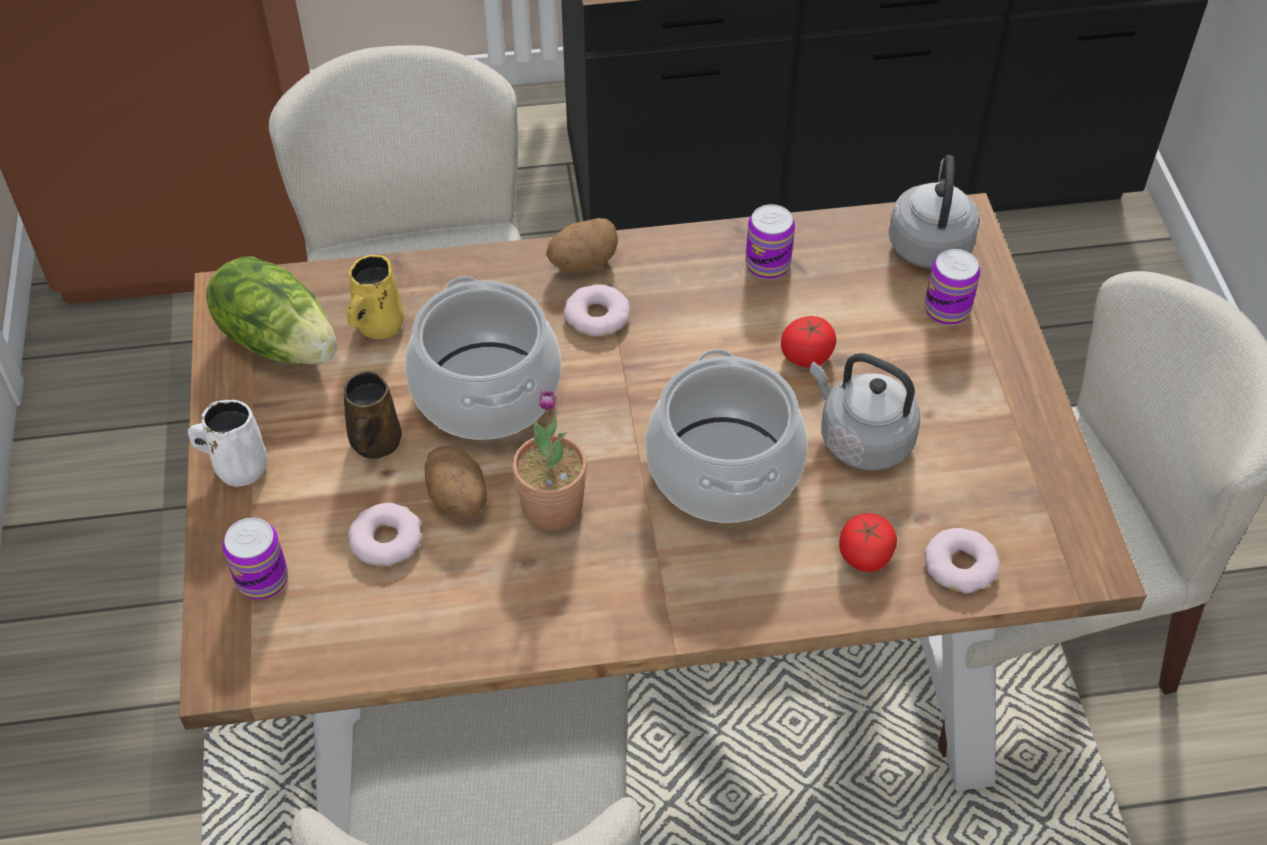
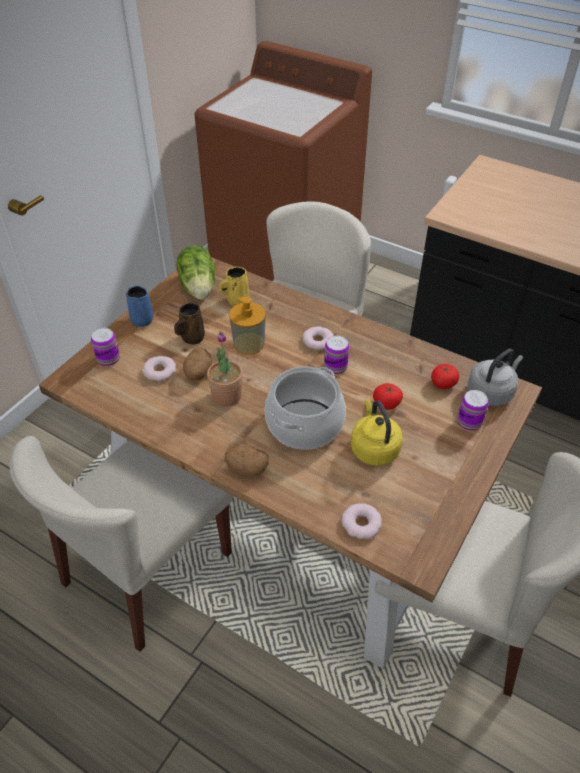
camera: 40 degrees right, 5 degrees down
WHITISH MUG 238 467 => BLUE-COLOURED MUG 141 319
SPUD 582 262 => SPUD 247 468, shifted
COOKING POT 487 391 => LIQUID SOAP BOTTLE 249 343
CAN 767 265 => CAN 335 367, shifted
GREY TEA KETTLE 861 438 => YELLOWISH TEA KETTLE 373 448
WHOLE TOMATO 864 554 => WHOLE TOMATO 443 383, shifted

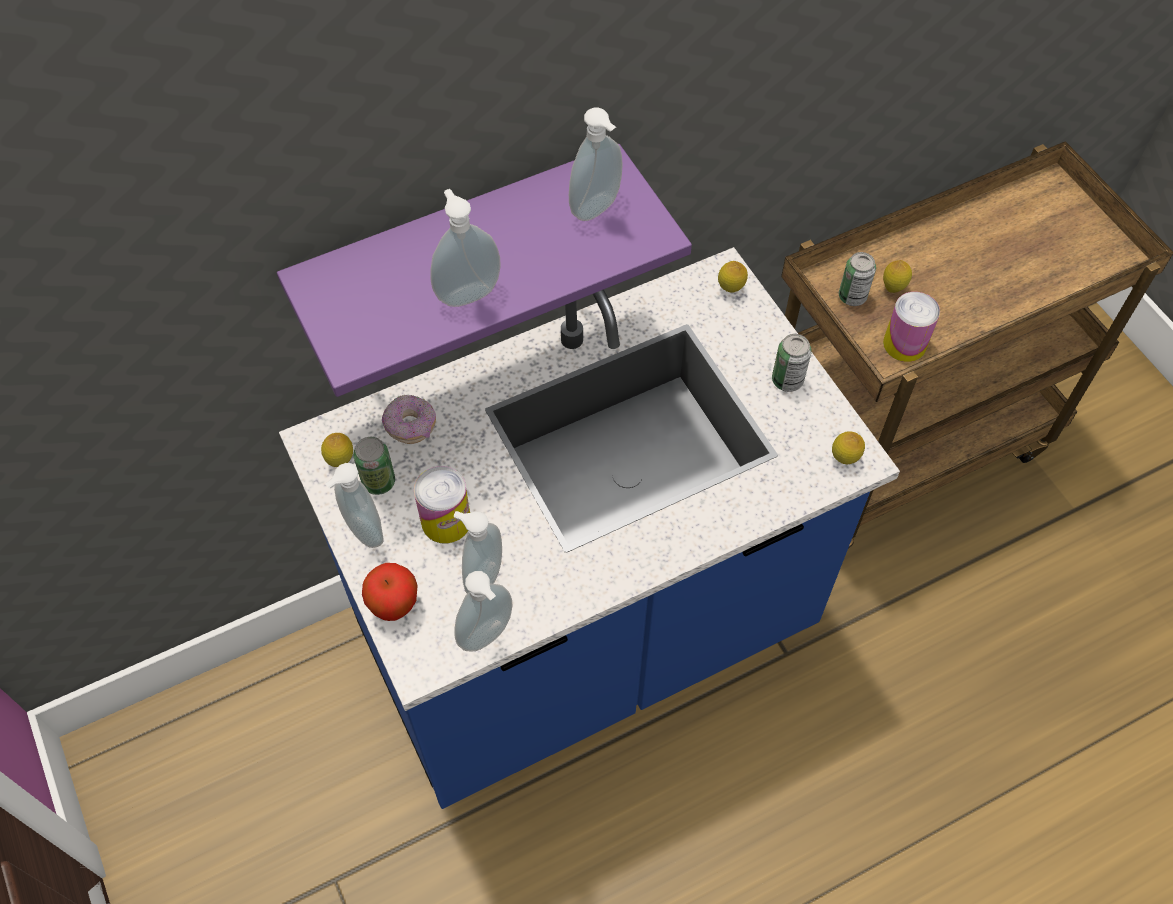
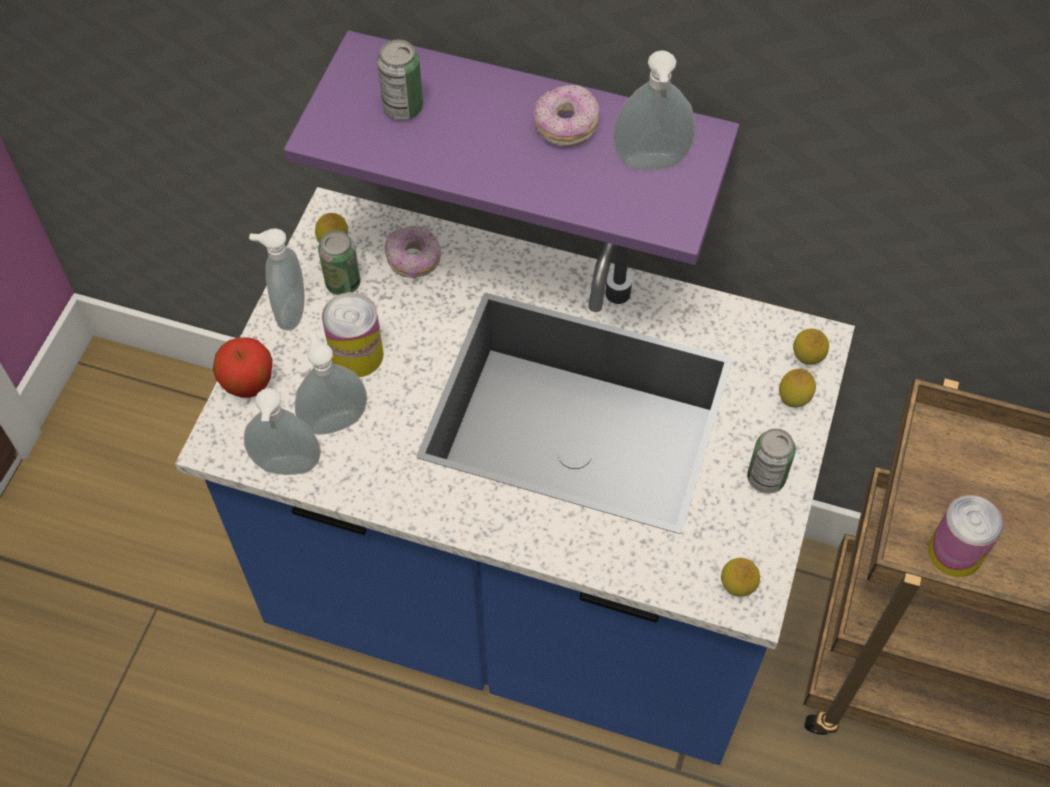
camera: 45 degrees right, 0 degrees up
CAN 852 296 => CAN 403 107, shifted
nothing => DONUT 565 126
CITRUS FRUIT 893 288 => CITRUS FRUIT 793 401, shifted
LIQUID SOAP BOTTLE 467 293 => nothing

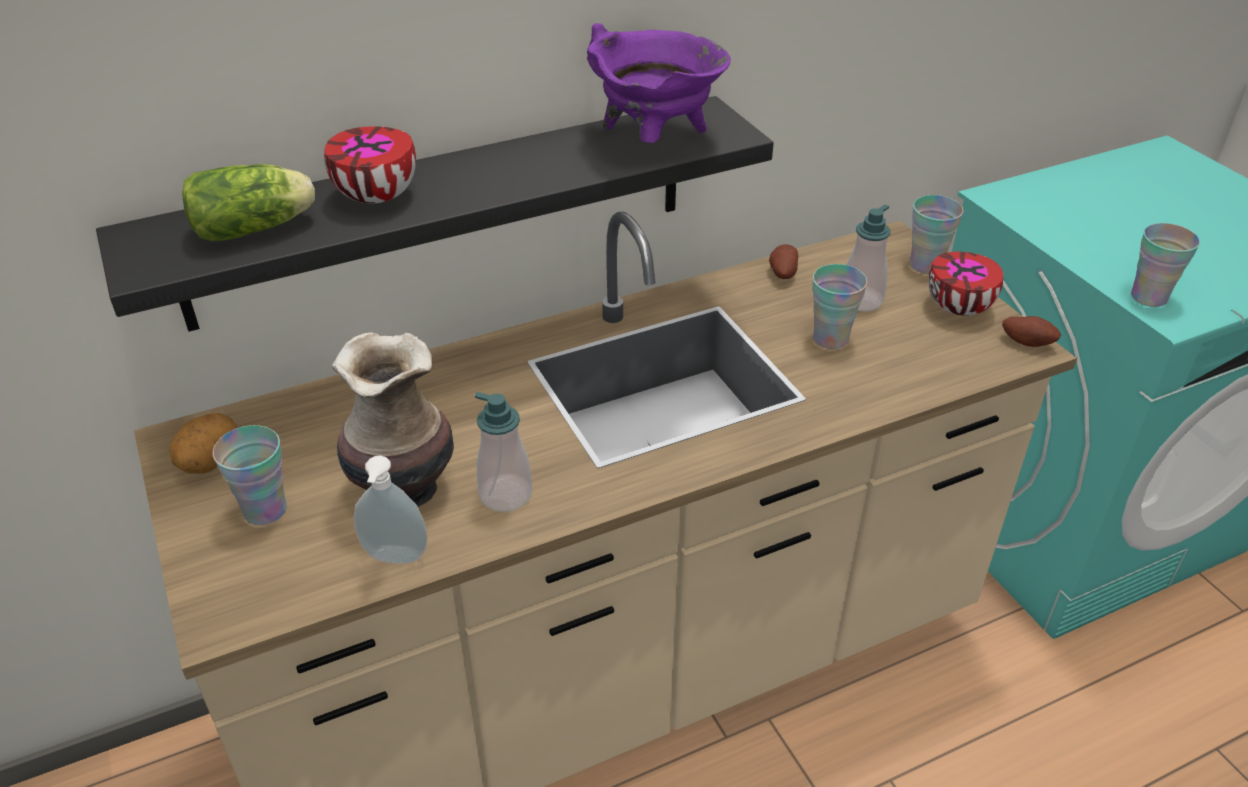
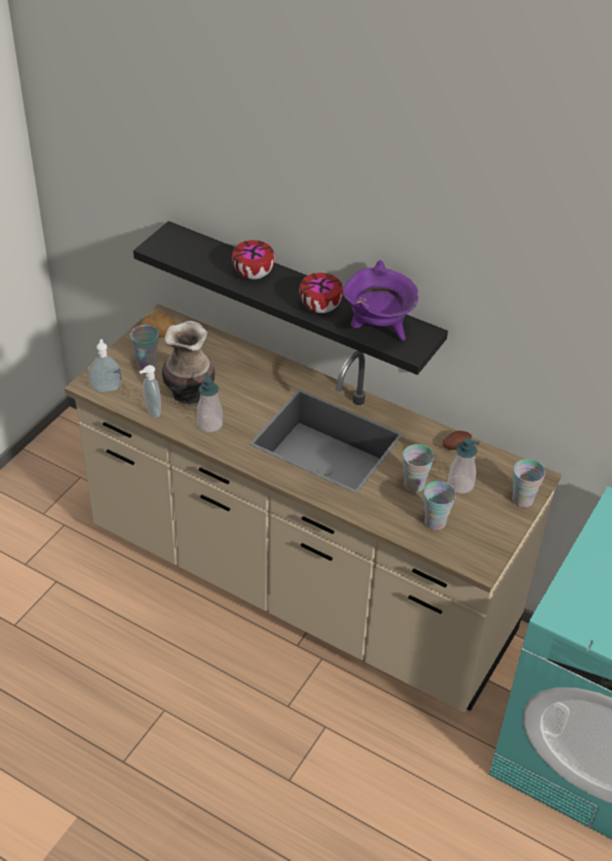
camera: 55 degrees right, 5 degrees up
nothing => LIQUID SOAP BOTTLE 106 387
SERVING BOWL 960 309 => SERVING BOWL 320 308, shifted
CUP 1148 297 => CUP 435 522, shifted
LETTUCE 257 228 => nothing
SPUD 1027 342 => nothing

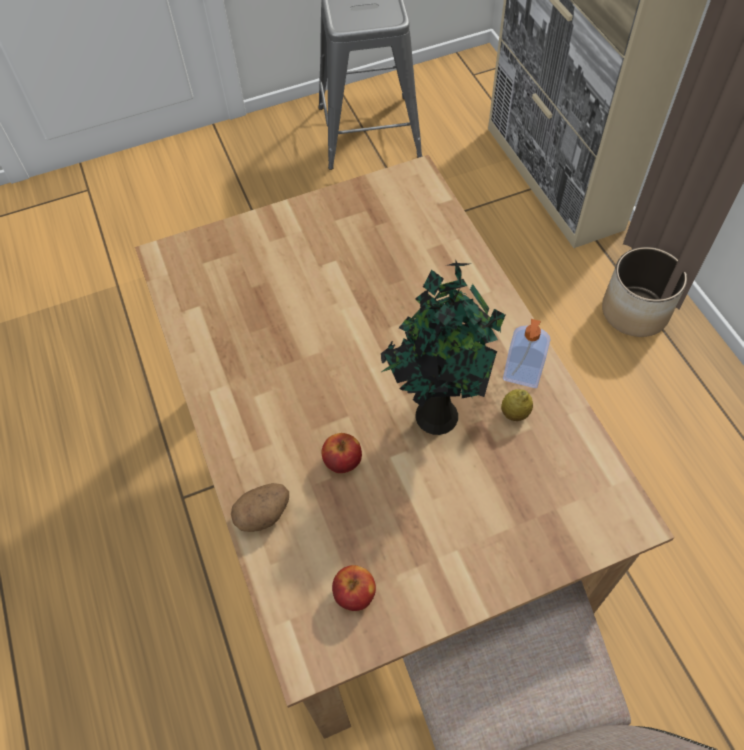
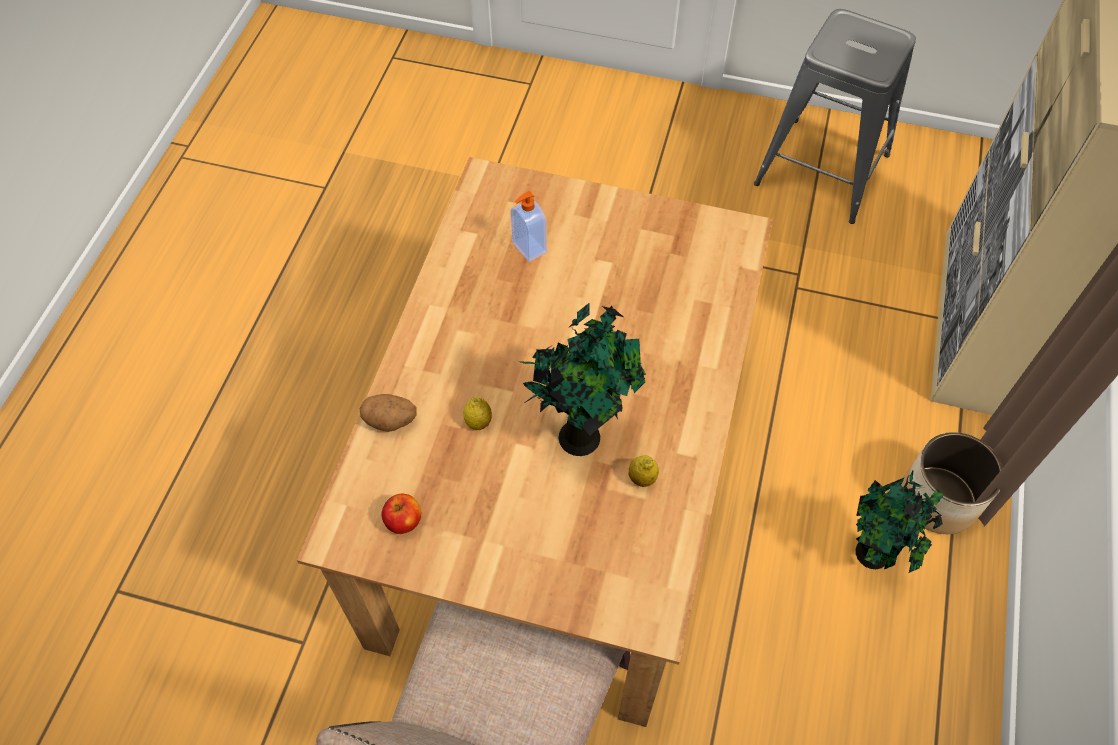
camera: 35 degrees right, 0 degrees up
APPLE FRUIT 342 461 => CITRUS FRUIT 478 422
LIQUID SOAP BOTTLE 521 376 => LIQUID SOAP BOTTLE 528 248, shifted
nothing => HOUSEPLANT 873 556

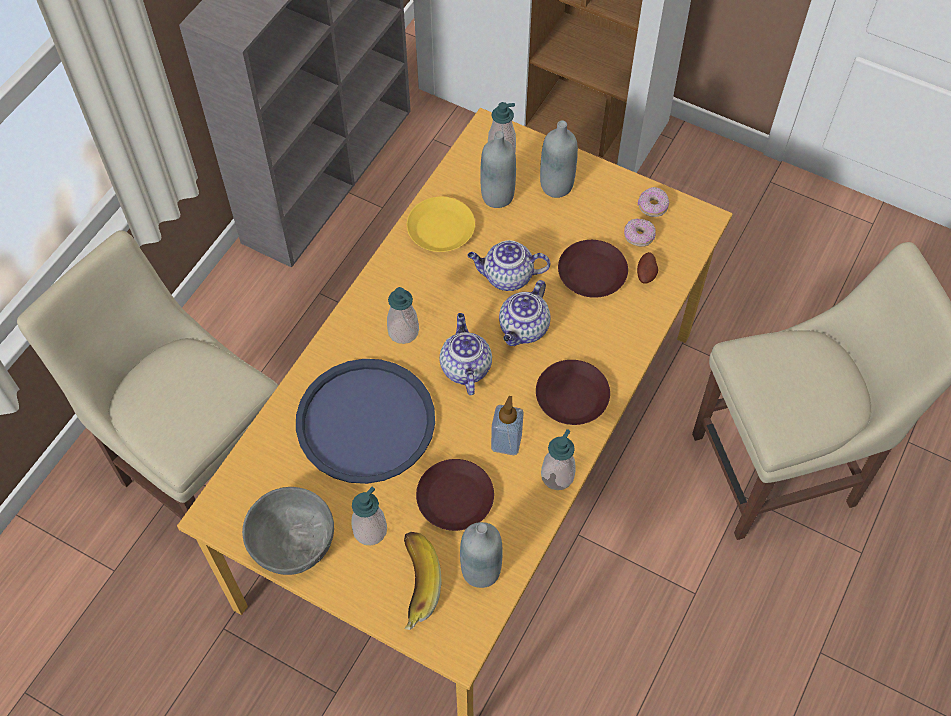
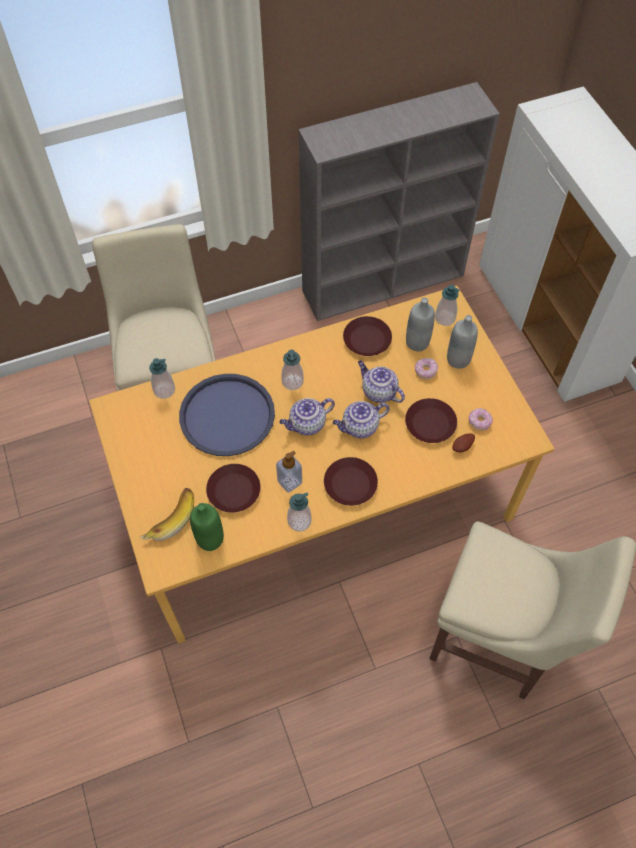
camera: 40 degrees right, 0 degrees up
LIQUID SOAP BOTTLE 370 530 => LIQUID SOAP BOTTLE 164 390, shifted
GREY DRINK BOTTLE 481 571 => GREEN DRINK BOTTLE 210 539
TEA POT 465 367 => TEA POT 307 424, 150 degrees counterclockwise
YELLOWISH PLATE 441 229 => BROWN-COLOURED PLATE 367 340
DONUT 652 207 => DONUT 425 371, shifted
GREY SERVING BOWL 292 541 => nothing

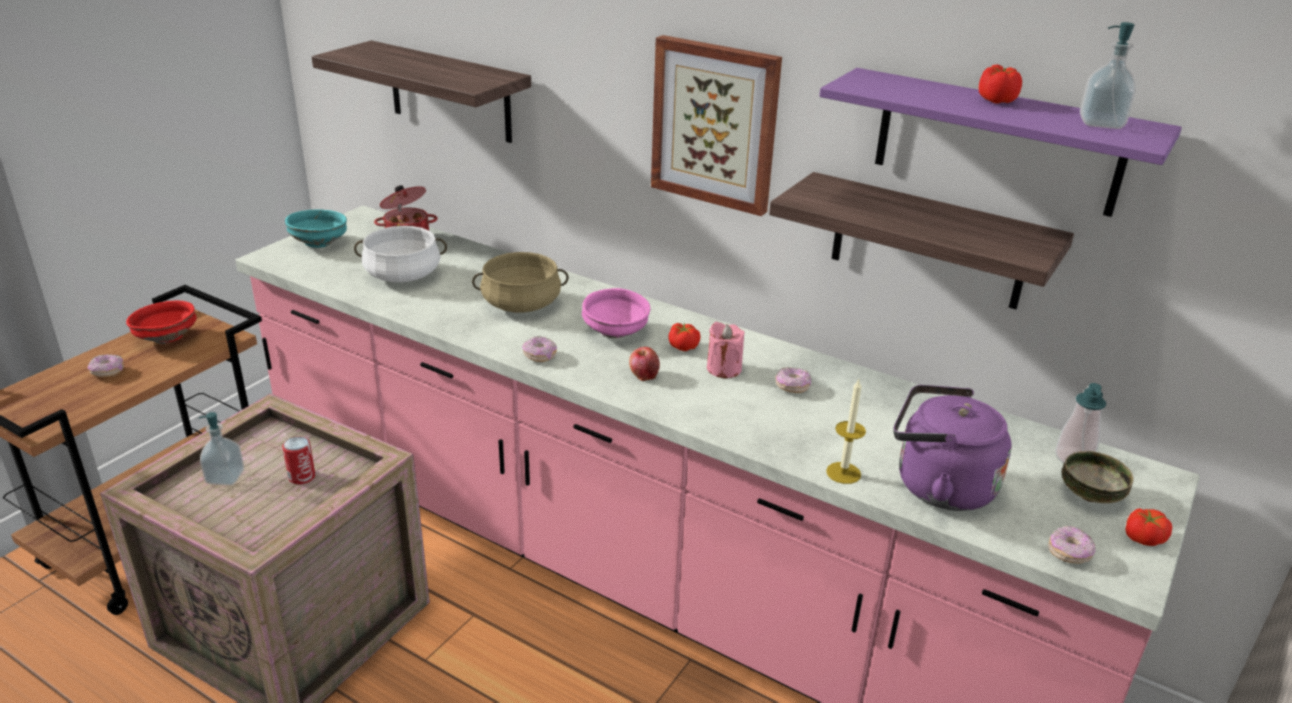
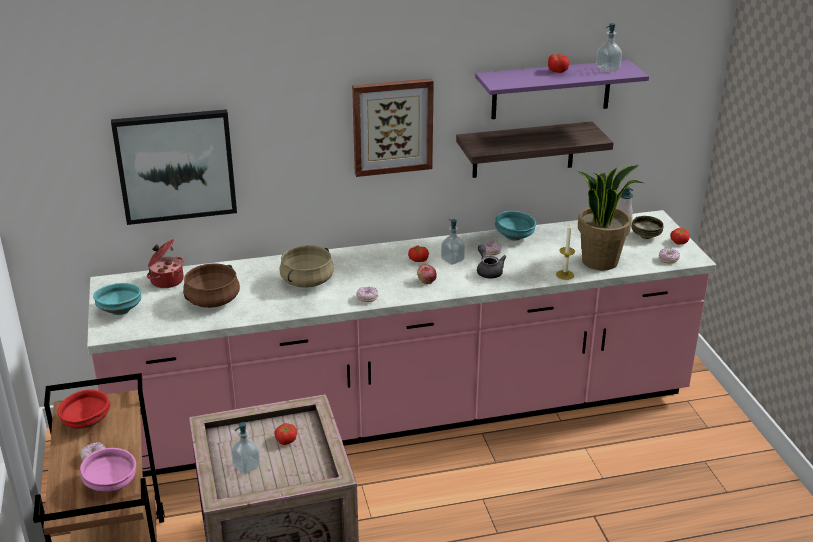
camera: 45 degrees left, 0 degrees up
PINK SERVING BOWL 616 332 => PINK SERVING BOWL 112 484, shifted
BRACKET SHELF 450 92 => PICTURE 176 166
WHITISH COOKING POT 403 275 => BROWN-COLOURED COOKING POT 212 300
CAN 302 477 => WHOLE TOMATO 285 440
PINK CANDLE 724 369 => LIQUID SOAP BOTTLE 452 260
nothing => GREY TEA POT 488 271
nothing => TURQUOISE-COLOURED SERVING BOWL 515 237
PURPLE-COLOURED TEA KETTLE 938 486 => HOUSEPLANT 600 261

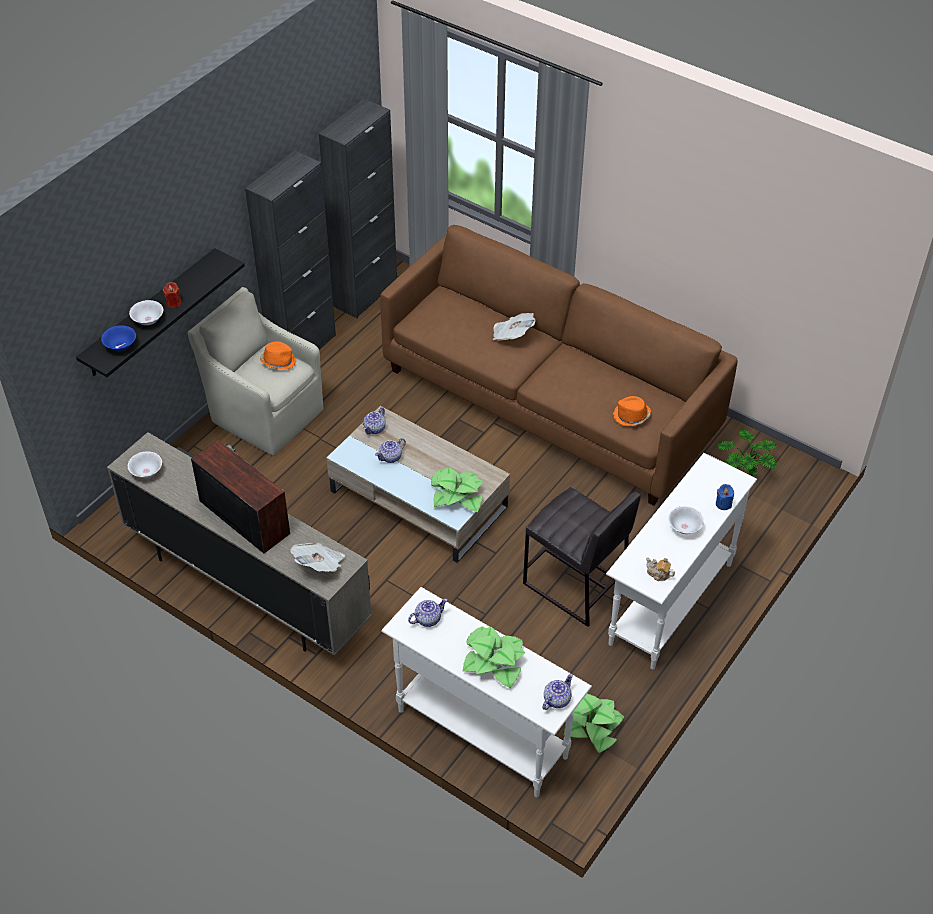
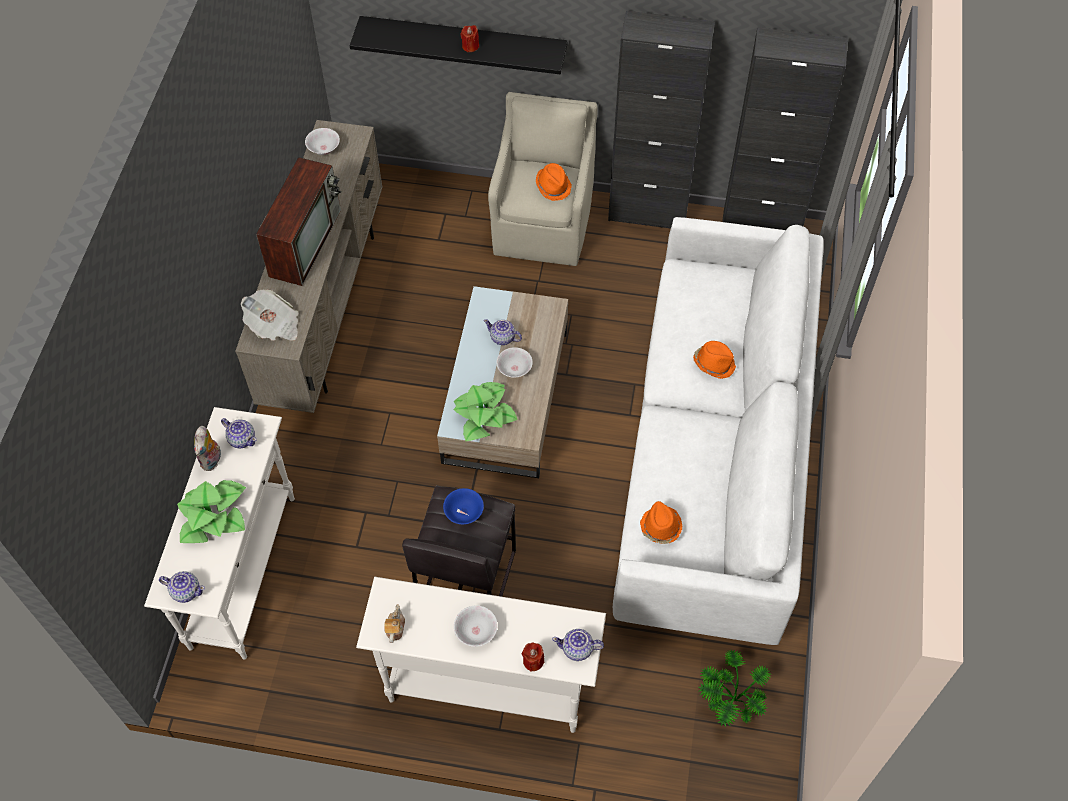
camera: 65 degrees right, 10 degrees up
nothing => CUDDLY TOY 212 460
BLUE-COLOURED SERVING BOWL 120 346 => BLUE-COLOURED SERVING BOWL 464 512, shifted
WHITISH SERVING BOWL 148 320 => WHITISH SERVING BOWL 514 369, shifted
BLUE-COLOURED CANDLE 723 504 => RED-COLOURED CANDLE 533 661
TEA POT 375 428 => TEA POT 578 649, shifted
BROWN-COLOURED COUCH 550 401 => WHITISH COUCH 713 457
NEWSPAPER 512 335 => ORANGE HAT 714 363
HOUSEPLANT 592 725 => nothing

